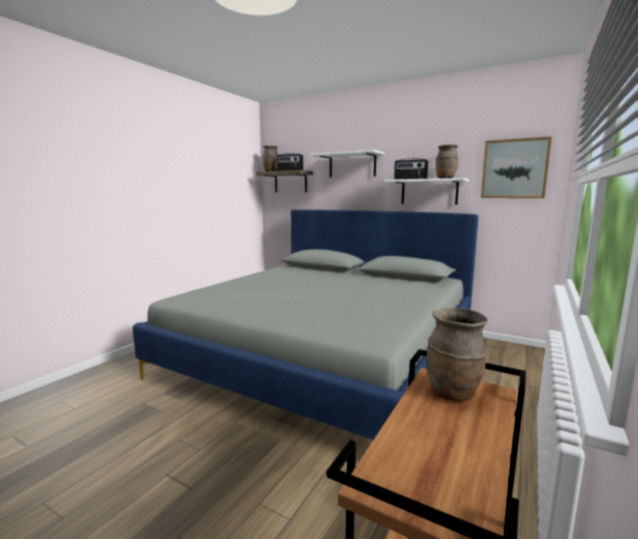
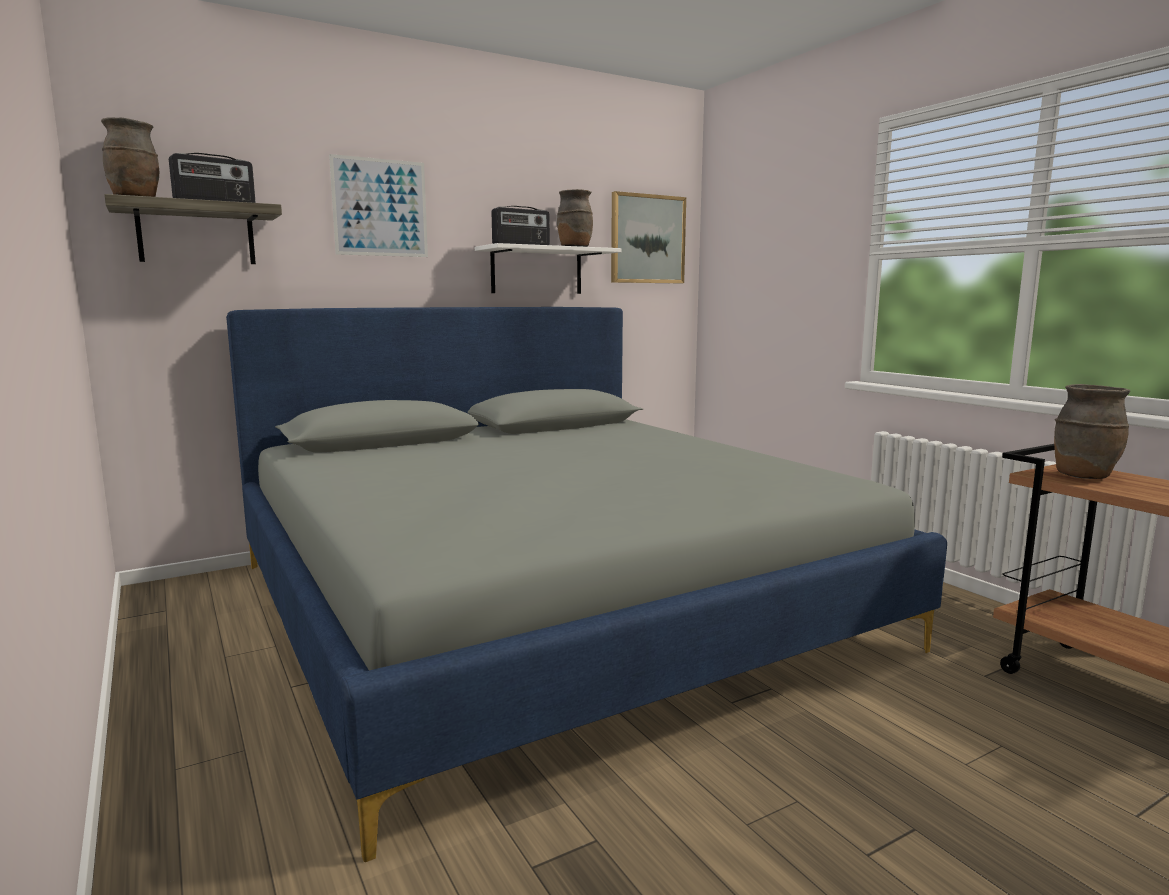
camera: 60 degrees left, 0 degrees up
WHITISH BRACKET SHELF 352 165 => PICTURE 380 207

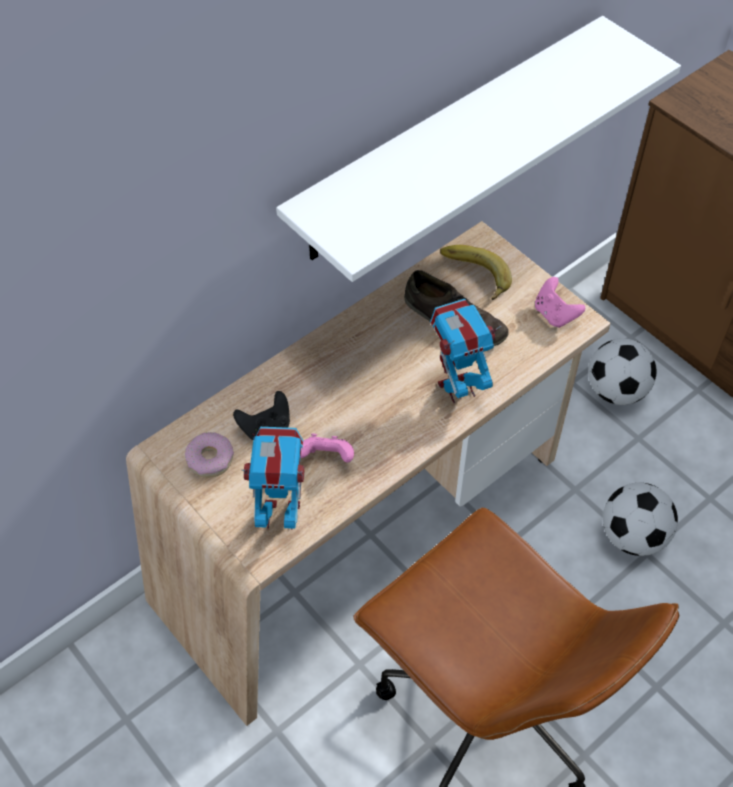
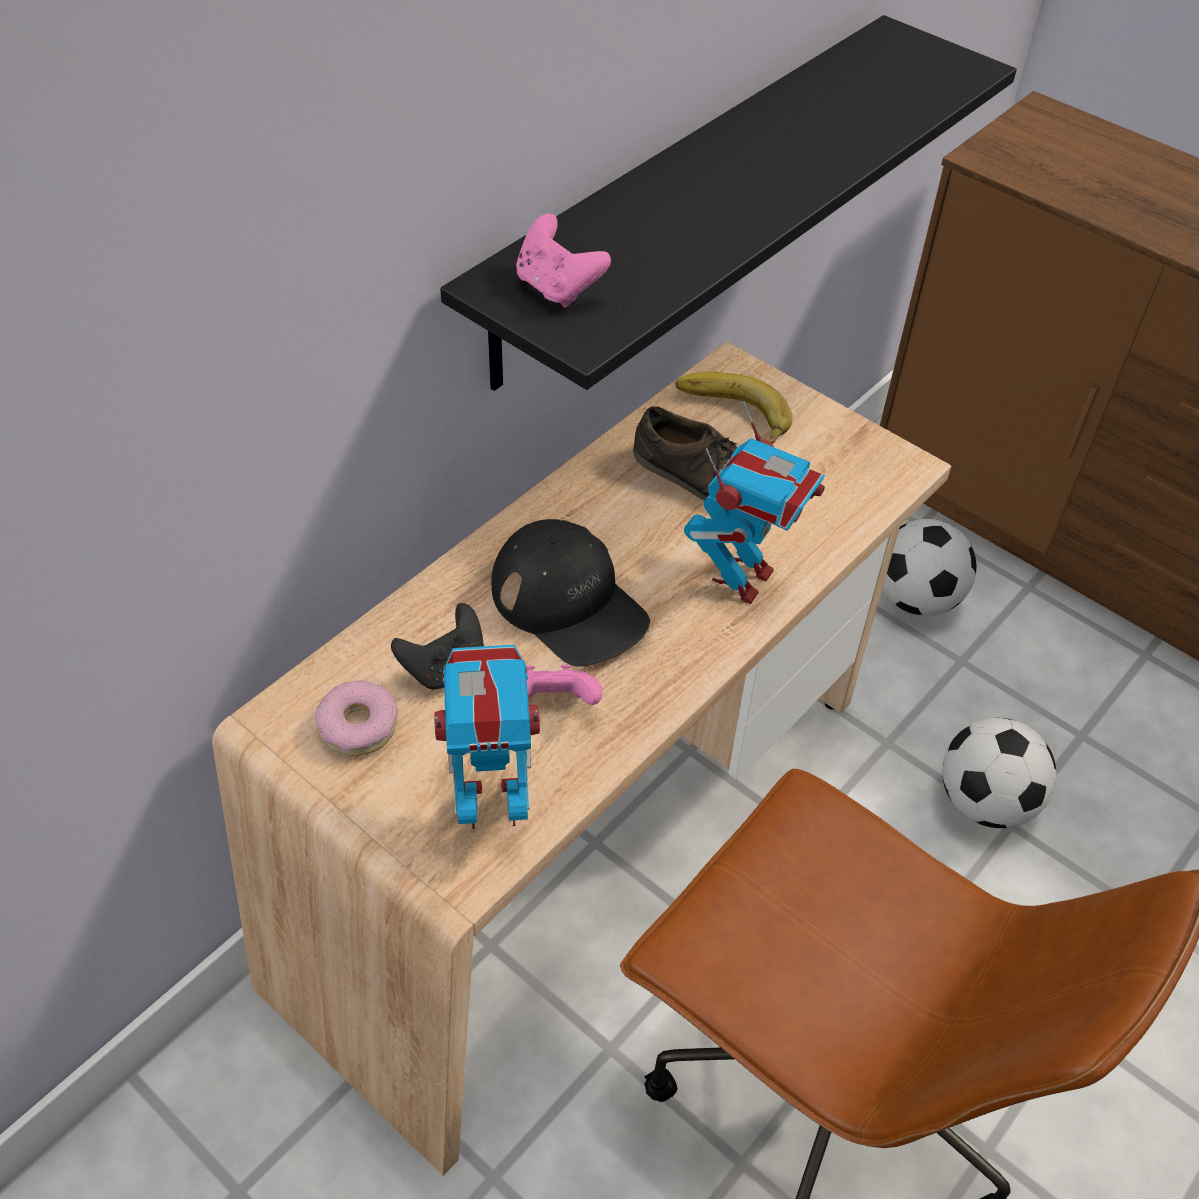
camera: 10 degrees left, 5 degrees down
WHITISH BRACKET SHELF 448 140 => BLACKISH BRACKET SHELF 684 198
nothing => BLACKISH PEAKED CAP 569 603
PINK GAMEPAD 555 314 => PINK GAMEPAD 557 288, shifted
ROBOT FIGURE 457 388 => ROBOT FIGURE 742 578, 150 degrees clockwise

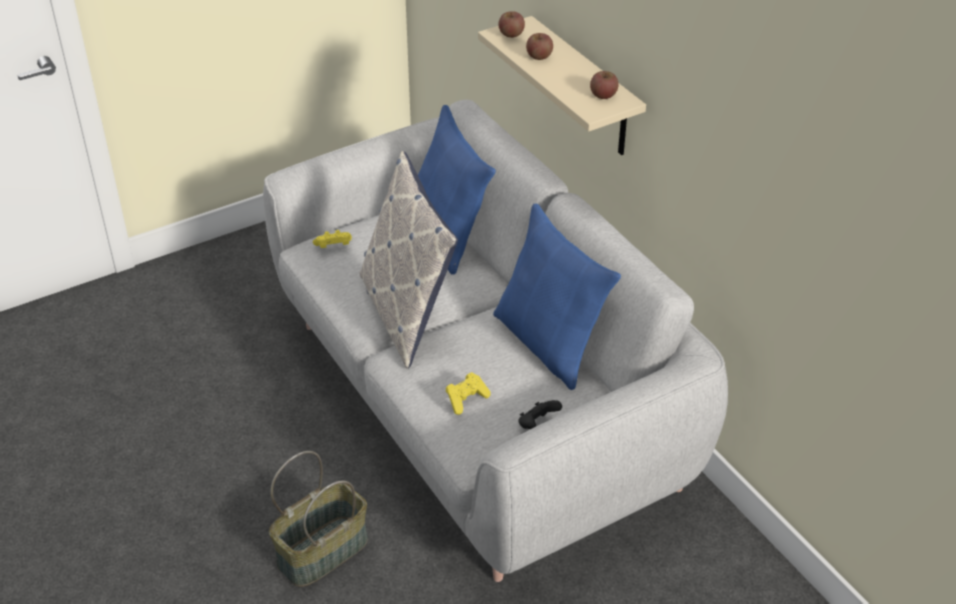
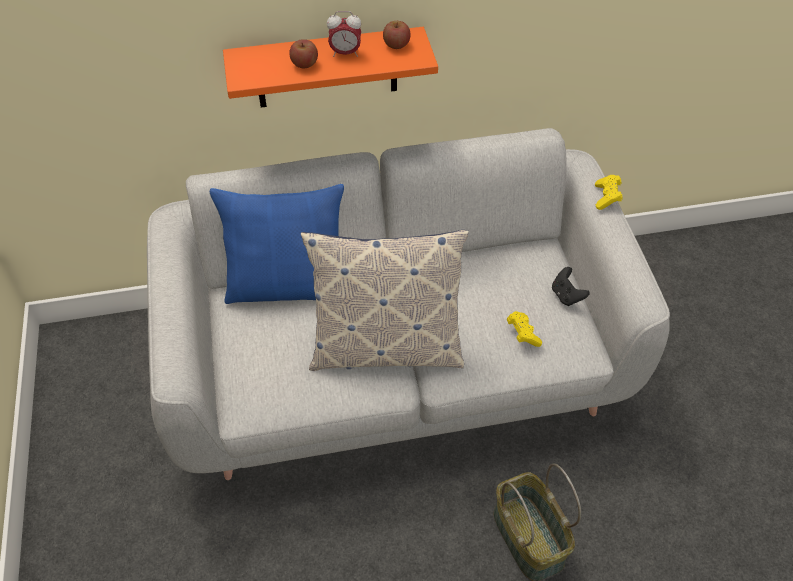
camera: 70 degrees left, 10 degrees up
SAND-COLOURED BRACKET SHELF 584 89 => ORANGE BRACKET SHELF 327 68
nothing => TABLE CLOCK 345 53
YELLOWISH GAMEPAD 333 247 => YELLOWISH GAMEPAD 606 197, shifted
BLUE-COLOURED THROW PILLOW 549 343 => nothing
APPLE FRUIT 511 34 => nothing

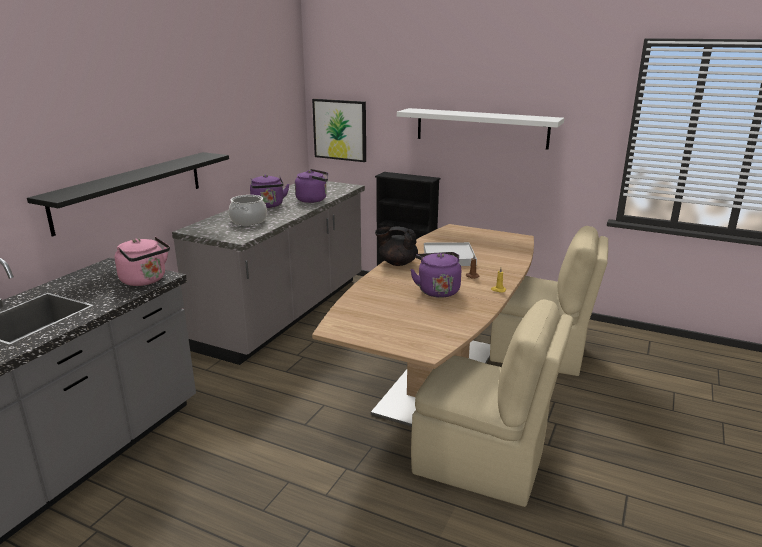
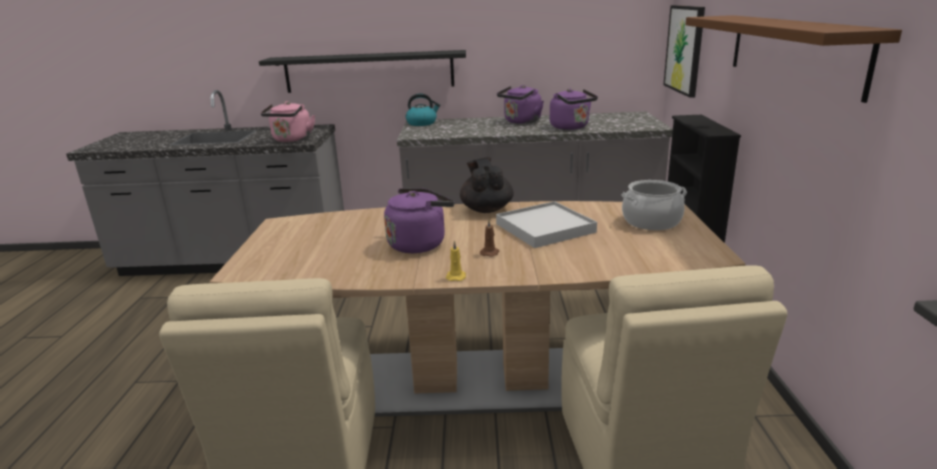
camera: 65 degrees right, 0 degrees up
nothing => TEA KETTLE 422 123
COOKING POT 249 221 => COOKING POT 651 222, shifted
WHITISH BRACKET SHELF 481 128 => BROWN-COLOURED BRACKET SHELF 792 51

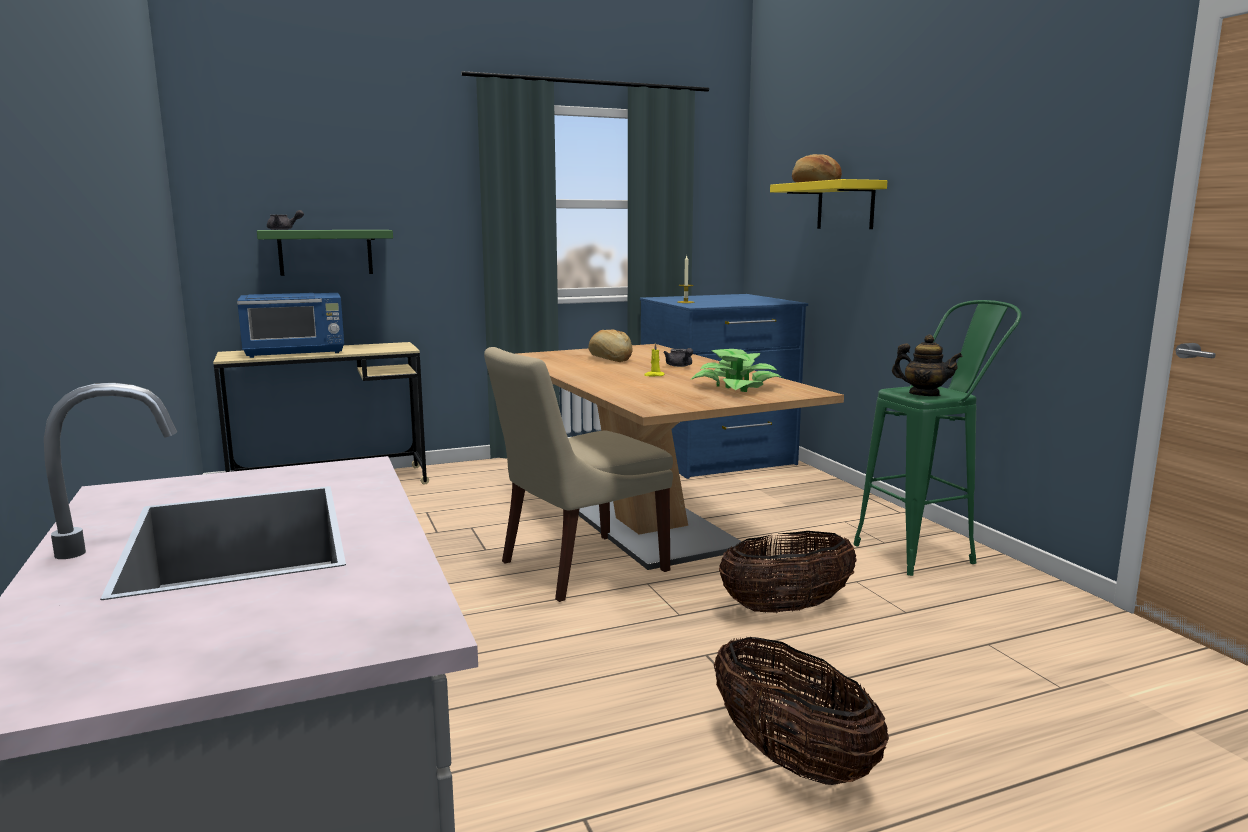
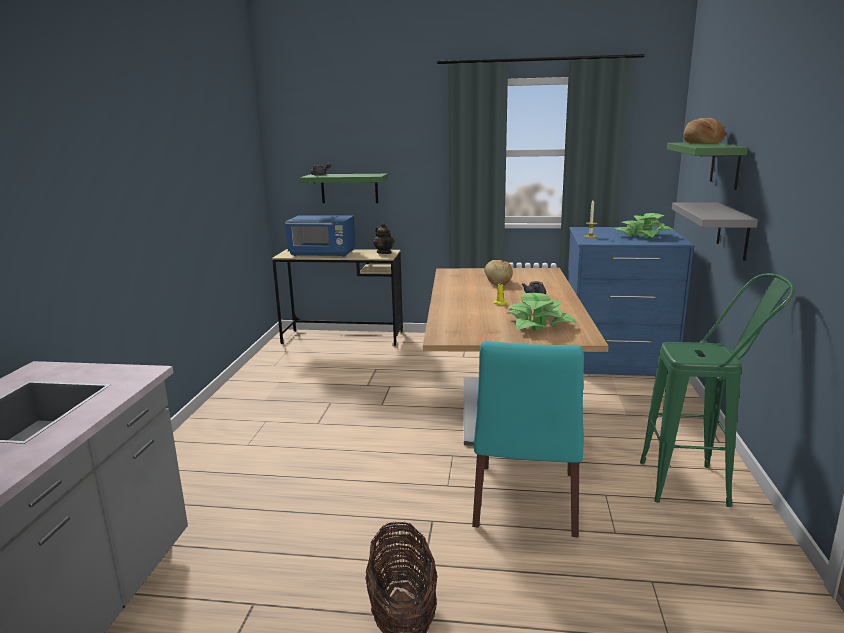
camera: 30 degrees right, 5 degrees up
TEA POT 924 394 => TEA POT 384 252, shifted
BASKET 786 608 => TURQUOISE-COLOURED CHAIR 525 502
nothing => HOUSEPLANT 643 235
YELLOWISH BRACKET SHELF 845 206 => GREEN BRACKET SHELF 725 165
nothing => GREY BRACKET SHELF 733 231
SAND-COLOURED CHAIR 579 568 => nothing

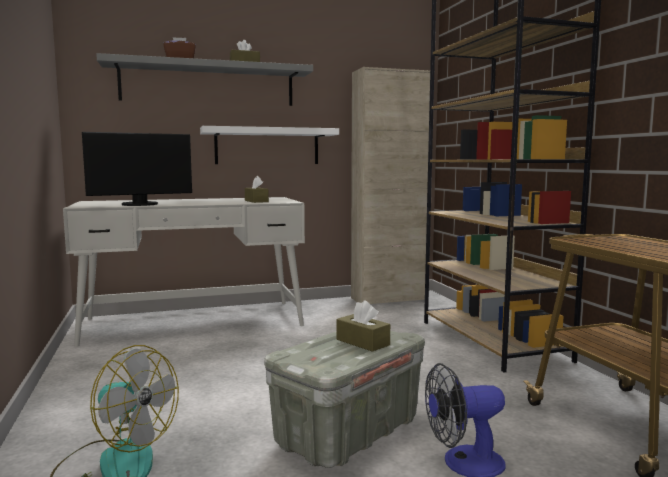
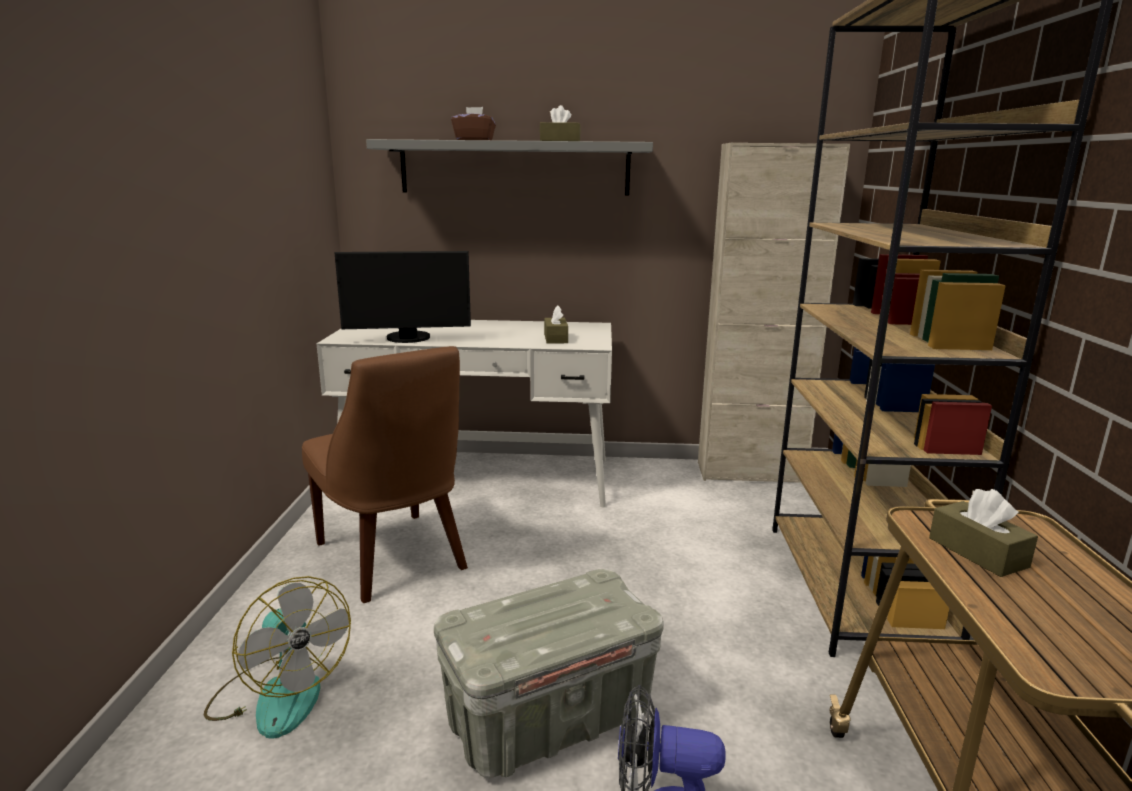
camera: 20 degrees right, 10 degrees up
nothing => BROWN-COLOURED CHAIR 394 559
BROWN-COLOURED TISSUE BOX 362 342 => BROWN-COLOURED TISSUE BOX 977 552, shifted
WHITISH BRACKET SHELF 267 146 => nothing

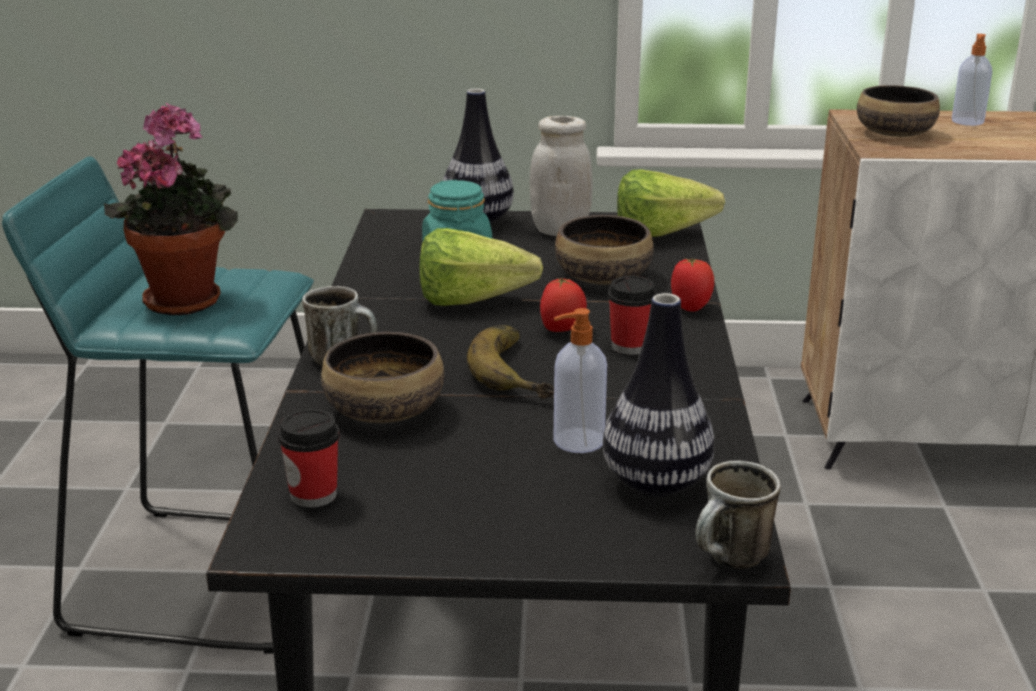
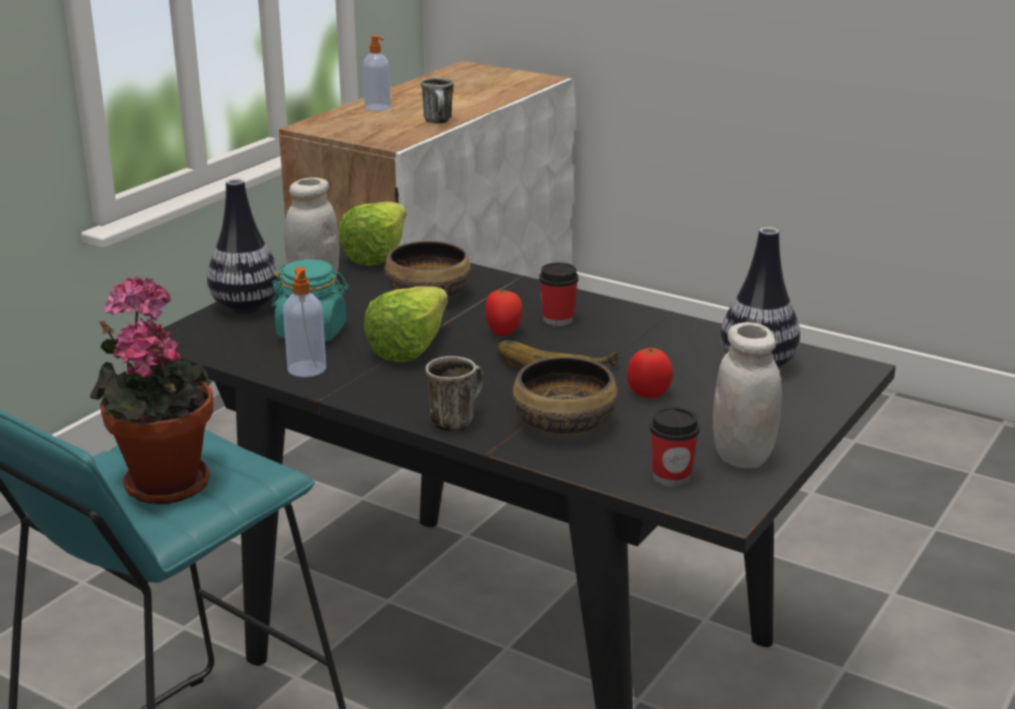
camera: 60 degrees left, 0 degrees up
LIQUID SOAP BOTTLE 577 441 => LIQUID SOAP BOTTLE 306 370, shifted
MUG 731 561 => MUG 439 122, shifted
WHOLE TOMATO 691 307 => WHOLE TOMATO 648 394, shifted
nothing => WHITISH PRESERVE JAR 742 456
SERVING BOWL 893 133 => nothing

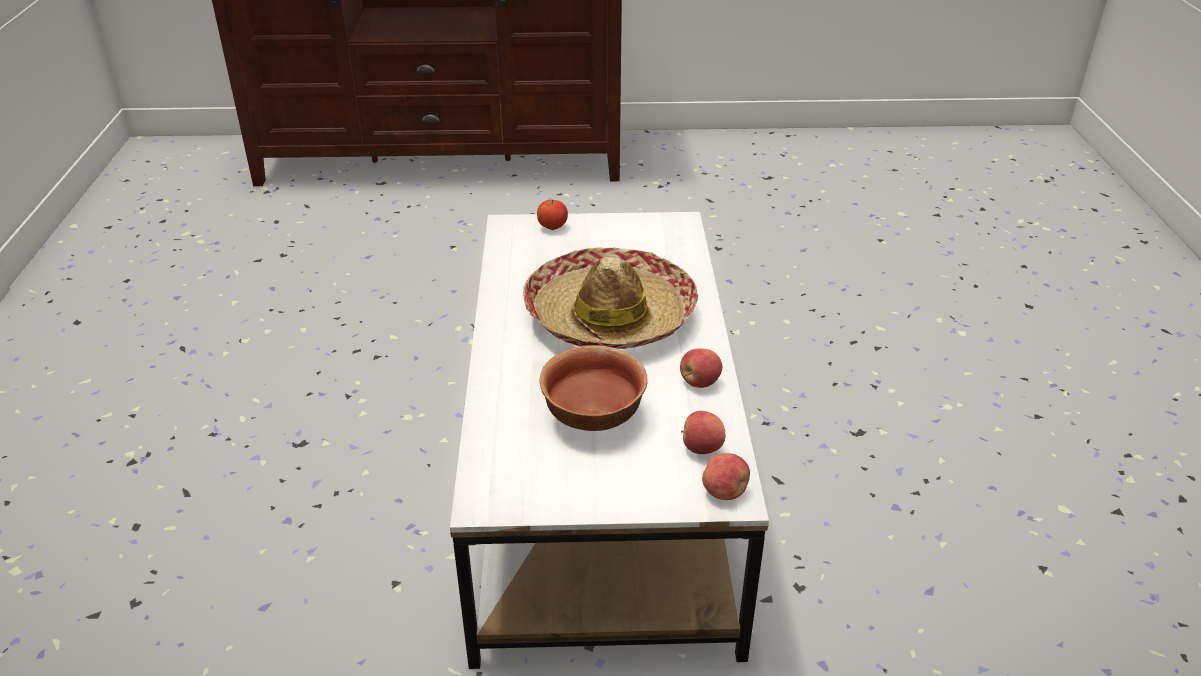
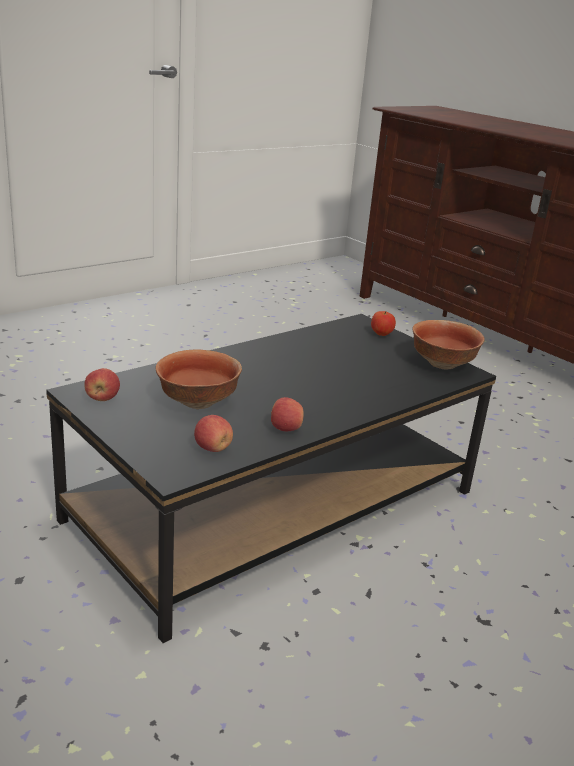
camera: 50 degrees right, 10 degrees down
WHITISH LOUNGE TABLE 598 472 => BLACKISH LOUNGE TABLE 275 505
APPLE FRUIT 724 492 => APPLE FRUIT 102 398, shifted
nothing => SERVING BOWL 443 364
HAT 609 316 => nothing

